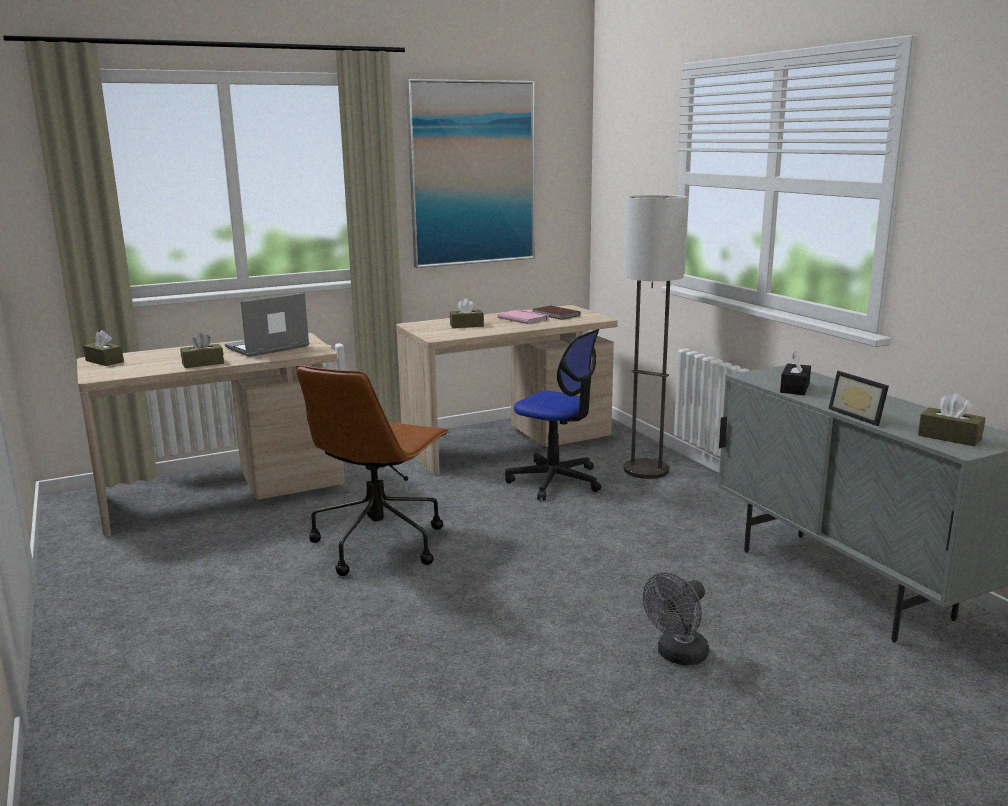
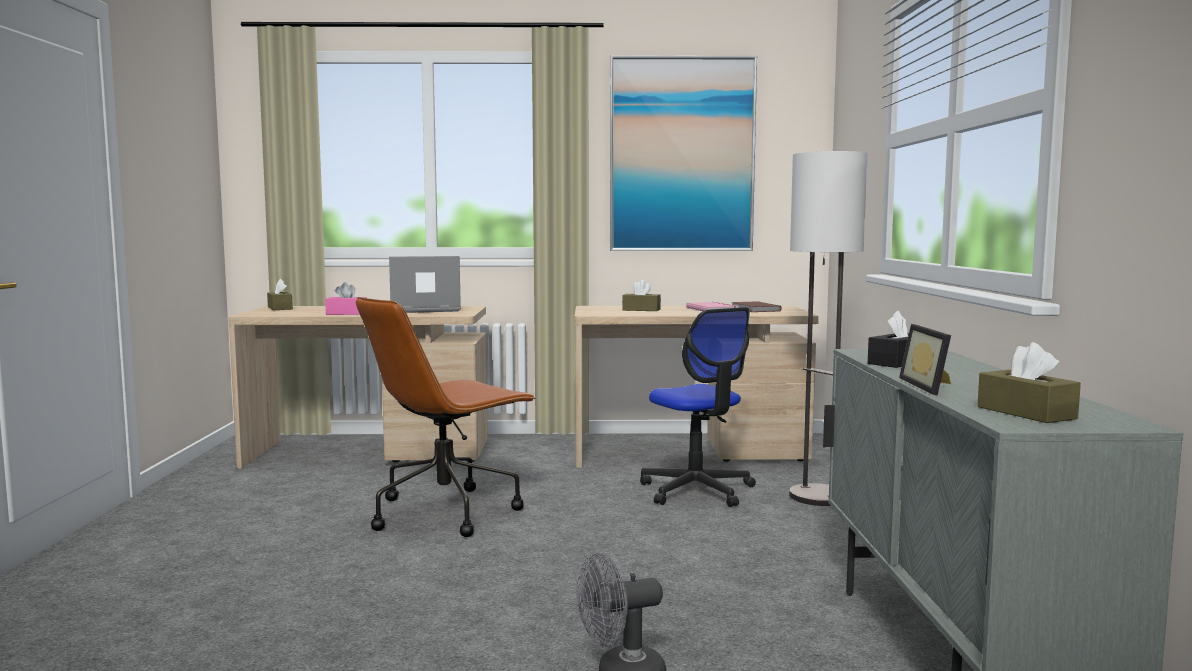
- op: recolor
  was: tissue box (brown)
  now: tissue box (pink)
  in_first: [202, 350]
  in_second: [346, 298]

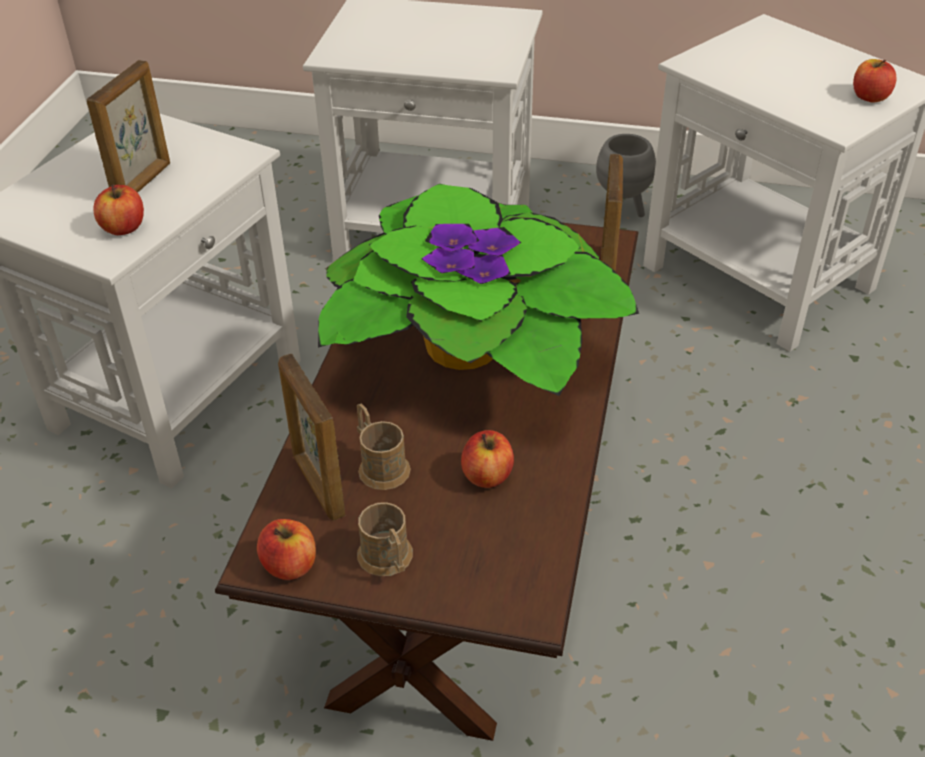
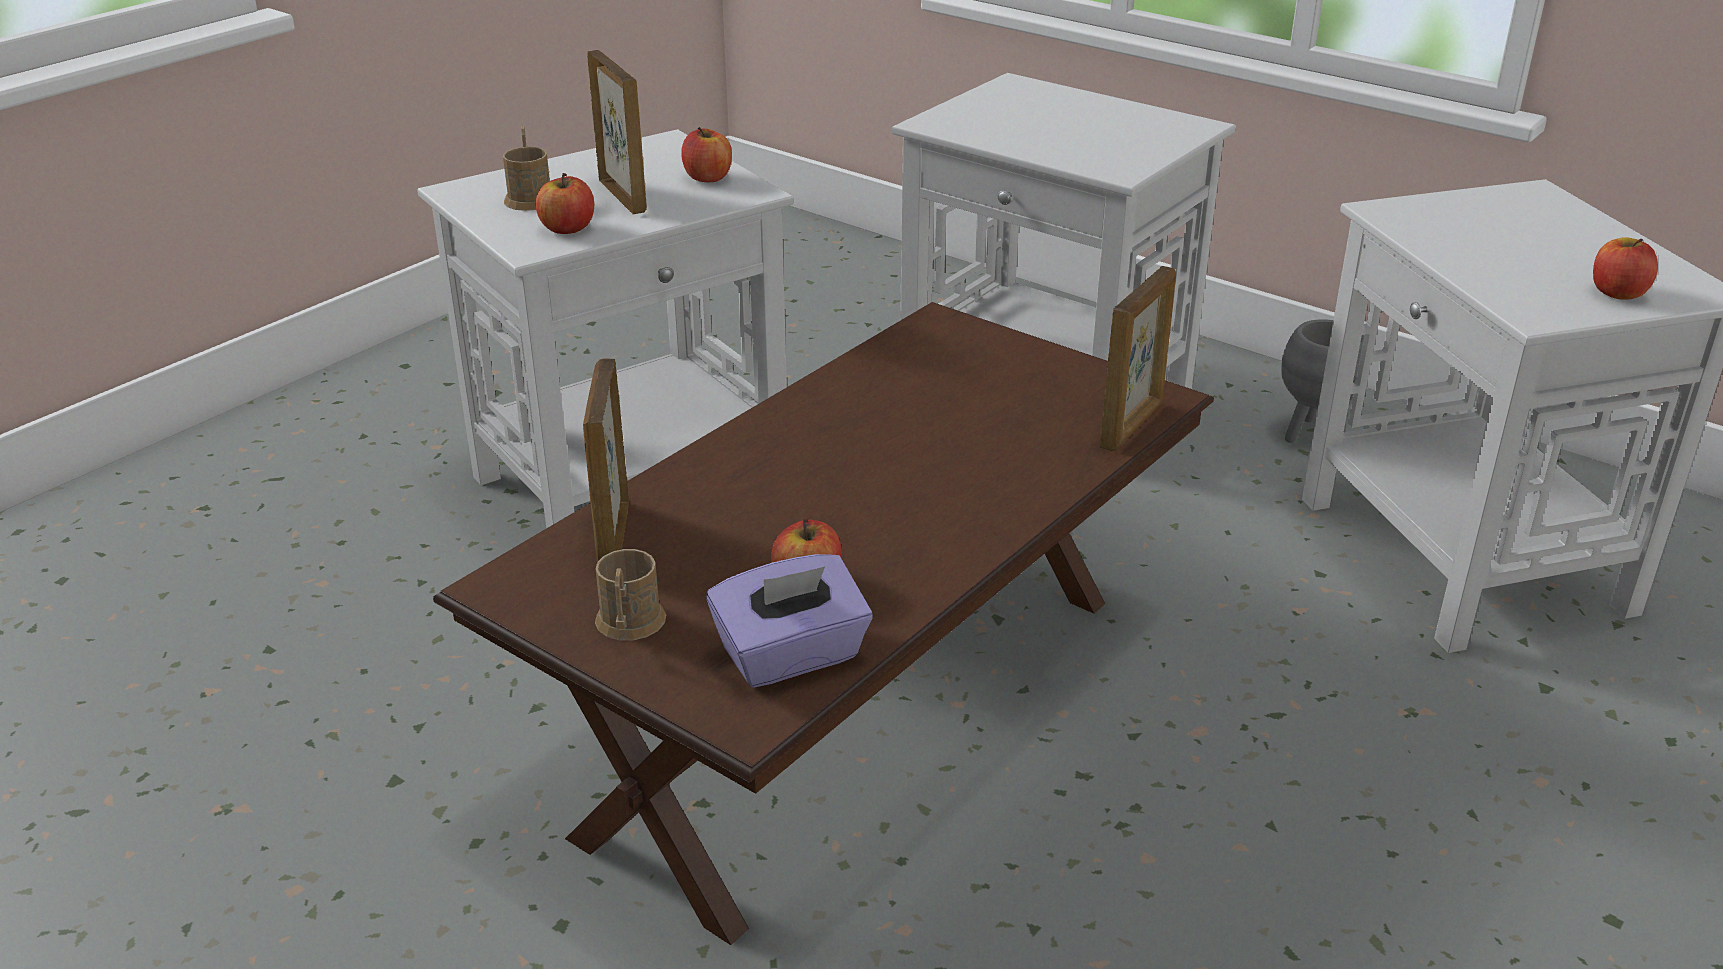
- op: move
  was: mug (brown)
  in_first: [384, 446]
  in_second: [526, 168]
- op: rotate
  was: picture frame
  in_first: [128, 126]
  in_second: [617, 132]
  clockwise: -75
- op: move
  was: apple
  in_first: [286, 549]
  in_second: [706, 154]
- op: insert
  now: tissue box (purple)
  in_second: [789, 620]
- op: delete
  was: potted plant
  in_first: [478, 290]

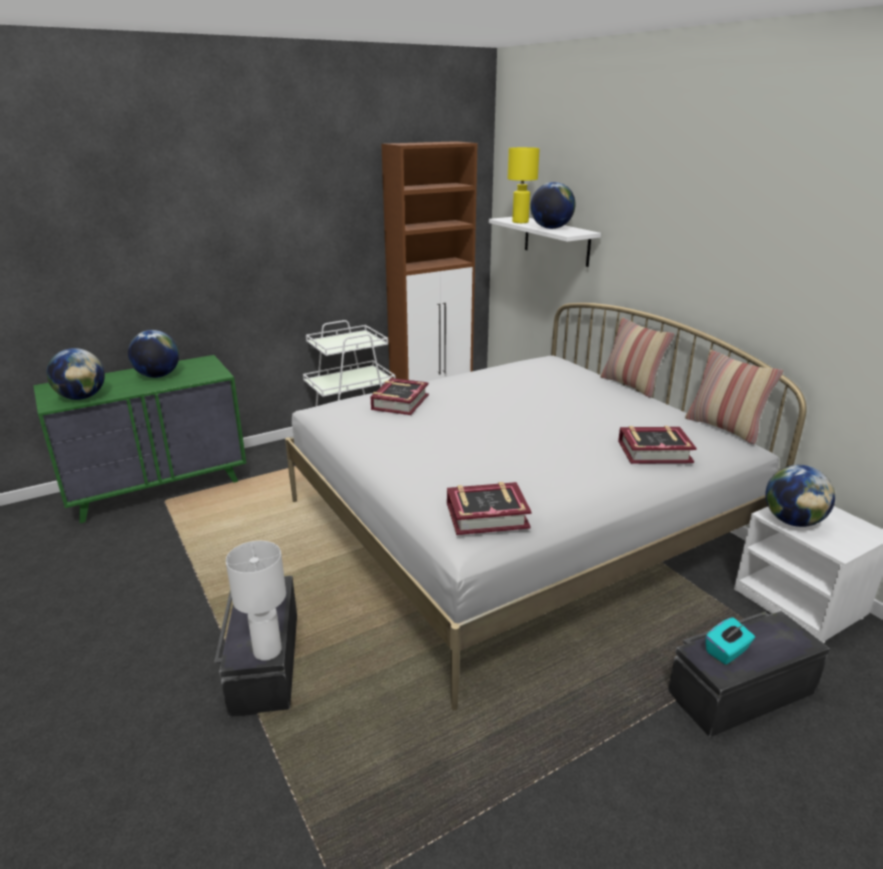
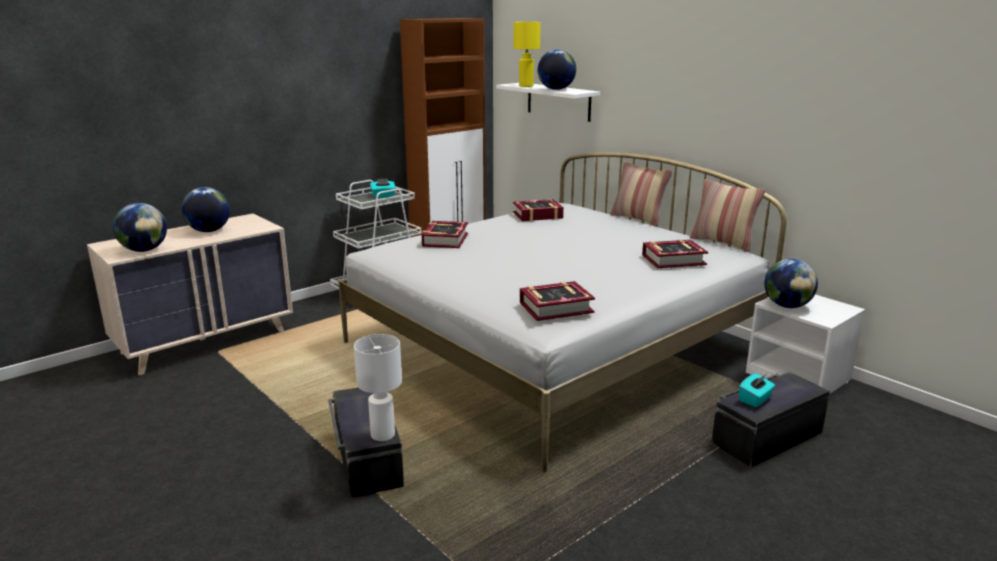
- op: recolor
  was: dresser (green)
  now: dresser (beige)
  in_first: [139, 439]
  in_second: [190, 294]
- op: insert
  now: tissue box (turquoise)
  in_second: [383, 188]
- op: insert
  now: book
  in_second: [538, 210]

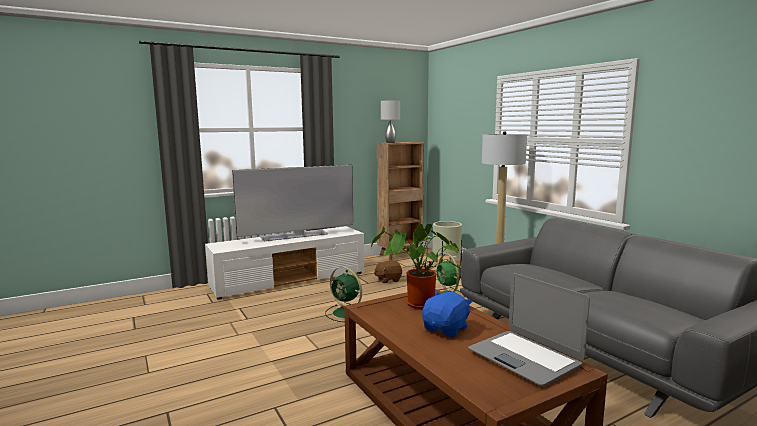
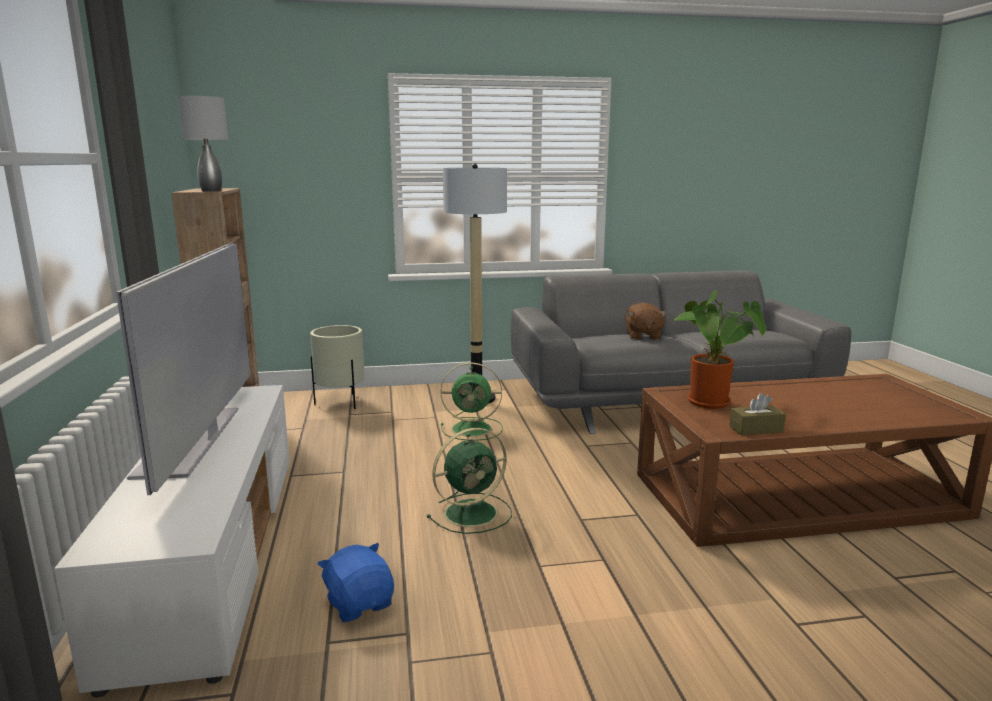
- op: move
  was: plush toy (blue)
  in_first: [447, 315]
  in_second: [356, 582]
- op: move
  was: plush toy (brown)
  in_first: [388, 272]
  in_second: [646, 321]
- op: insert
  now: tissue box (brown)
  in_second: [757, 414]
- op: delete
  was: laptop
  in_first: [529, 329]

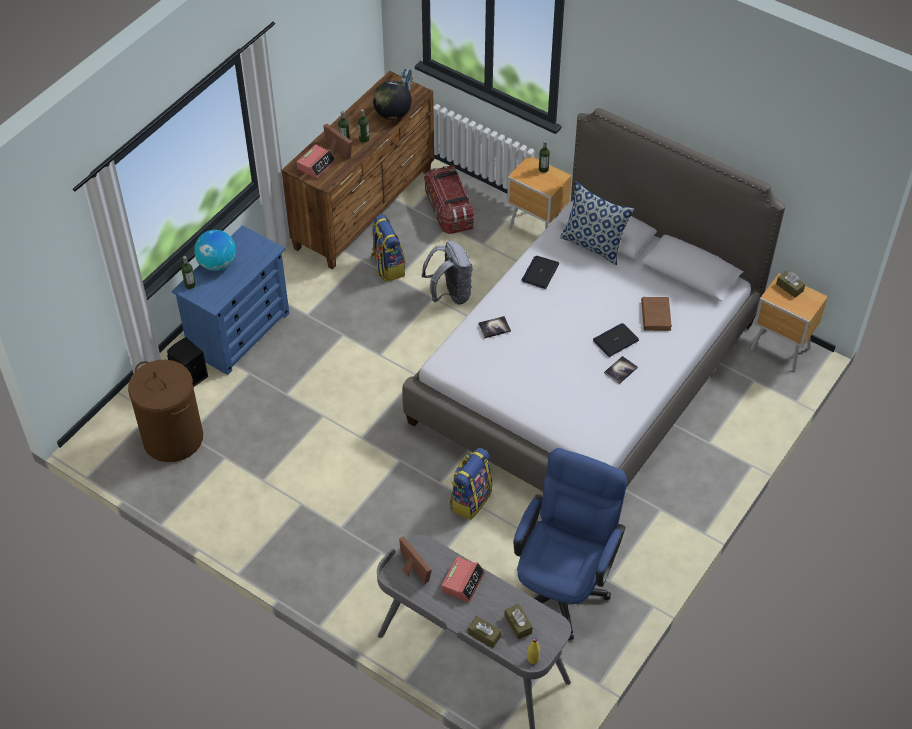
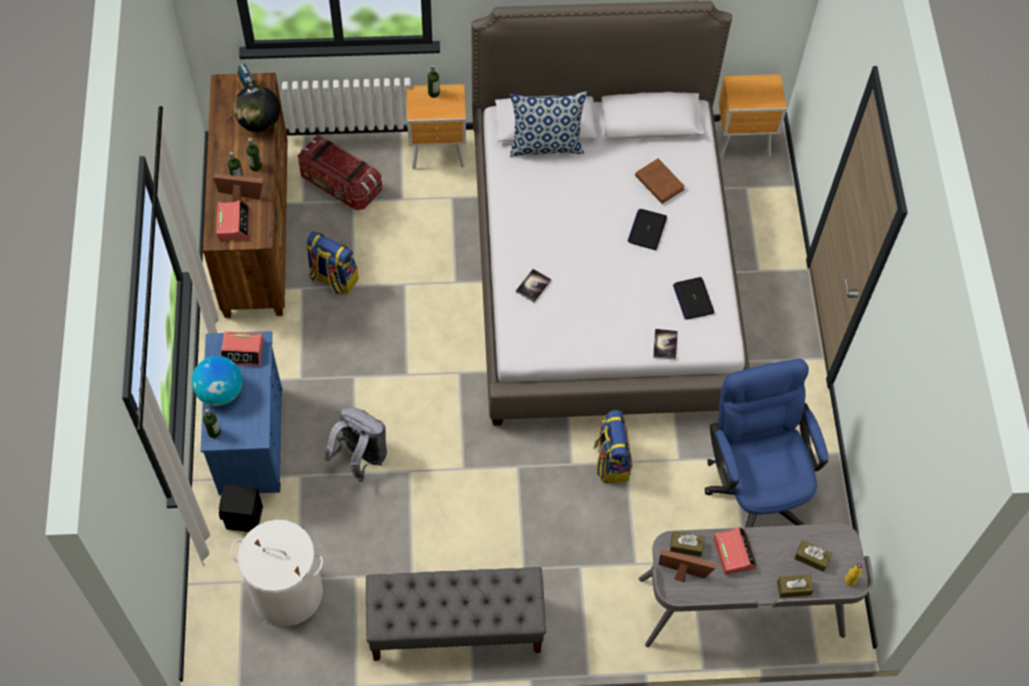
- op: insert
  now: alarm clock
  in_second: [242, 349]
- op: recolor
  was: laundry basket (brown)
  now: laundry basket (white)
  in_first: [165, 411]
  in_second: [277, 573]
- op: move
  was: backpack (grey)
  in_first: [447, 272]
  in_second: [355, 444]
- op: insert
  now: bench (grey)
  in_second: [456, 614]
- op: move
  was: book
  in_first: [621, 370]
  in_second: [665, 344]
- op: move
  was: tissue box (brown)
  in_first: [790, 284]
  in_second: [687, 544]
- op: move
  was: laptop
  in_first: [540, 272]
  in_second: [693, 298]

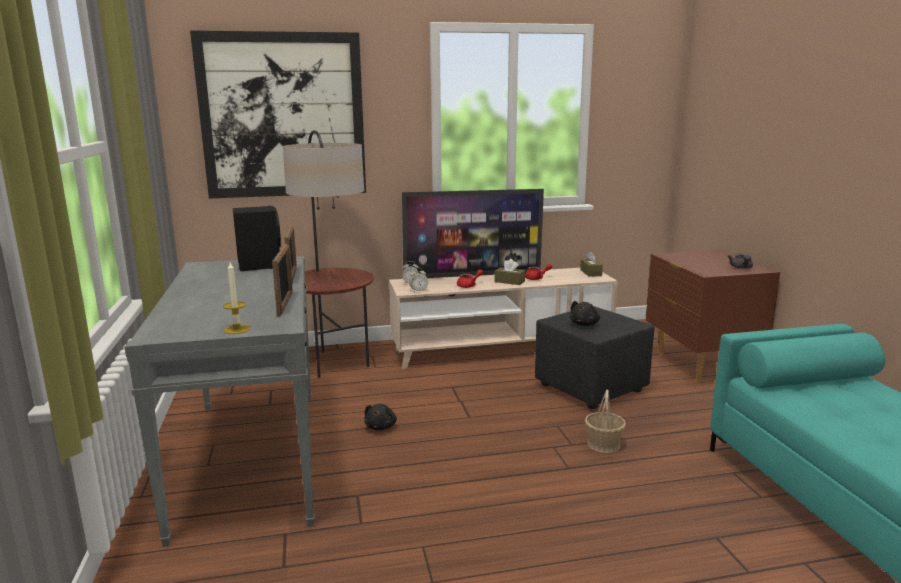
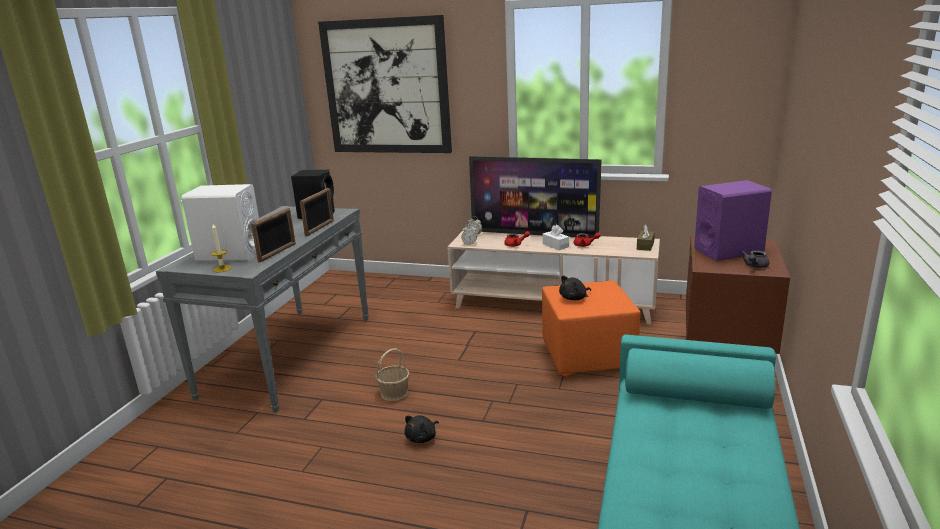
- op: insert
  now: speaker (white)
  in_second: [220, 223]
- op: move
  was: basket
  in_first: [605, 421]
  in_second: [393, 375]
- op: move
  was: plush toy (black)
  in_first: [380, 417]
  in_second: [421, 429]
- op: recolor
  was: ottoman (black)
  now: ottoman (orange)
  in_first: [595, 357]
  in_second: [591, 329]
- op: recolor
  was: tissue box (brown)
  now: tissue box (white)
  in_first: [510, 272]
  in_second: [556, 237]
- op: insert
  now: speaker (purple)
  in_second: [733, 220]
- op: delete
  was: floor lamp
  in_first: [328, 254]

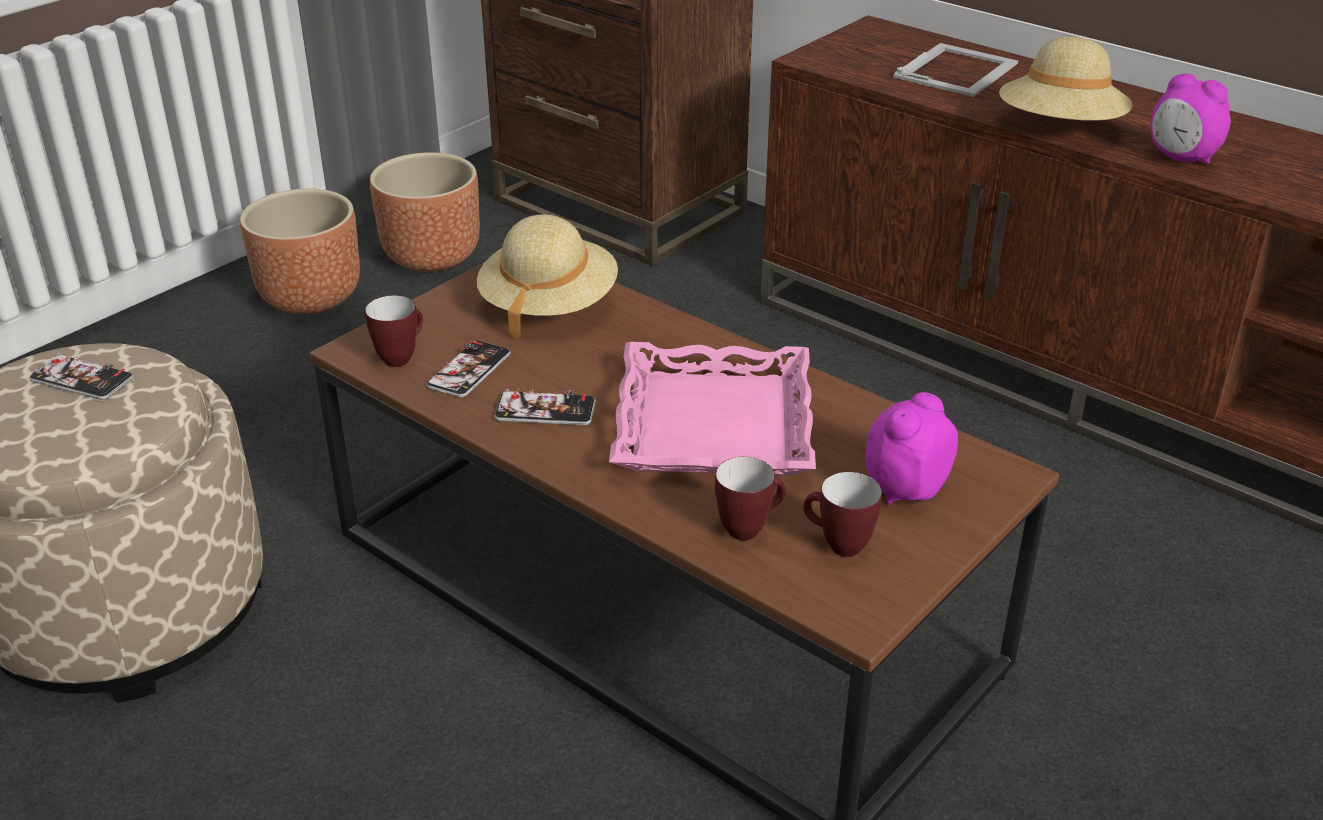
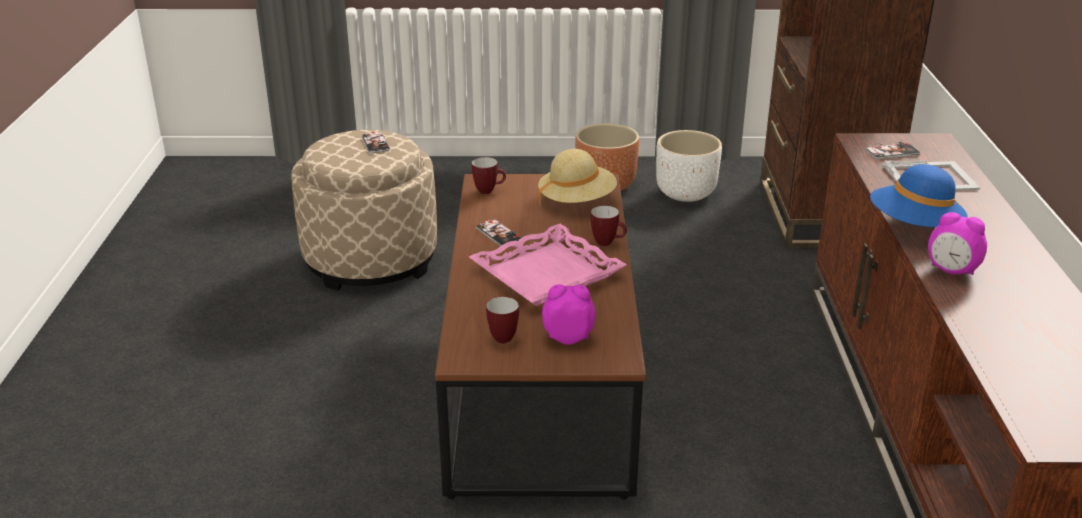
- op: move
  was: mug
  in_first: [750, 499]
  in_second: [609, 226]
- op: recolor
  was: planter (brown)
  now: planter (white)
  in_first: [425, 212]
  in_second: [689, 166]
- op: move
  was: phone
  in_first: [468, 369]
  in_second: [893, 150]
- op: recolor
  was: hat (beige)
  now: hat (blue)
  in_first: [1066, 79]
  in_second: [919, 195]
- op: rotate
  was: alarm clock
  in_first: [1190, 119]
  in_second: [957, 243]
  clockwise: -60

